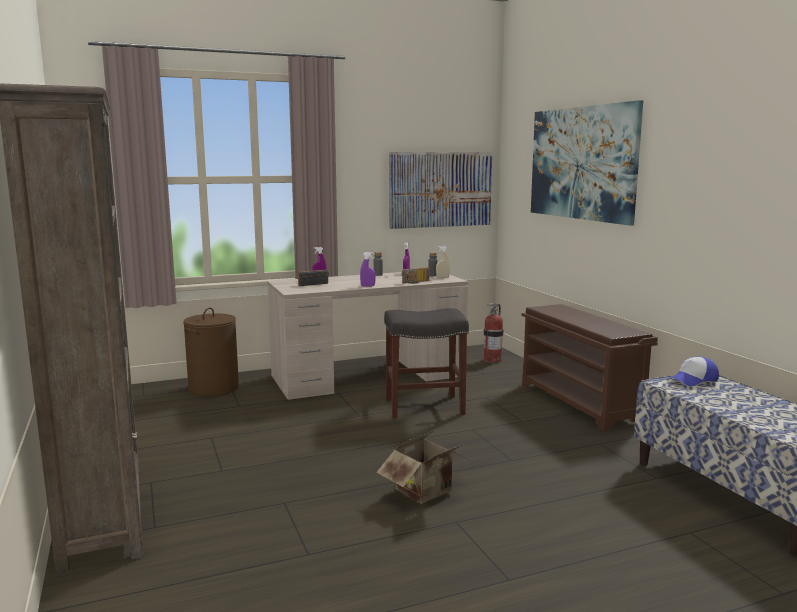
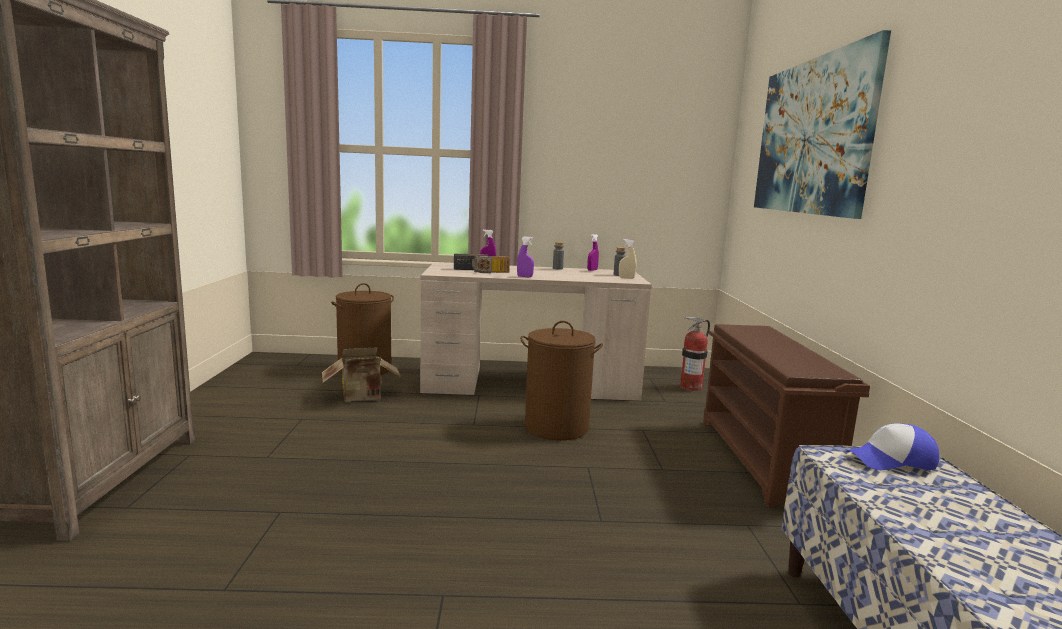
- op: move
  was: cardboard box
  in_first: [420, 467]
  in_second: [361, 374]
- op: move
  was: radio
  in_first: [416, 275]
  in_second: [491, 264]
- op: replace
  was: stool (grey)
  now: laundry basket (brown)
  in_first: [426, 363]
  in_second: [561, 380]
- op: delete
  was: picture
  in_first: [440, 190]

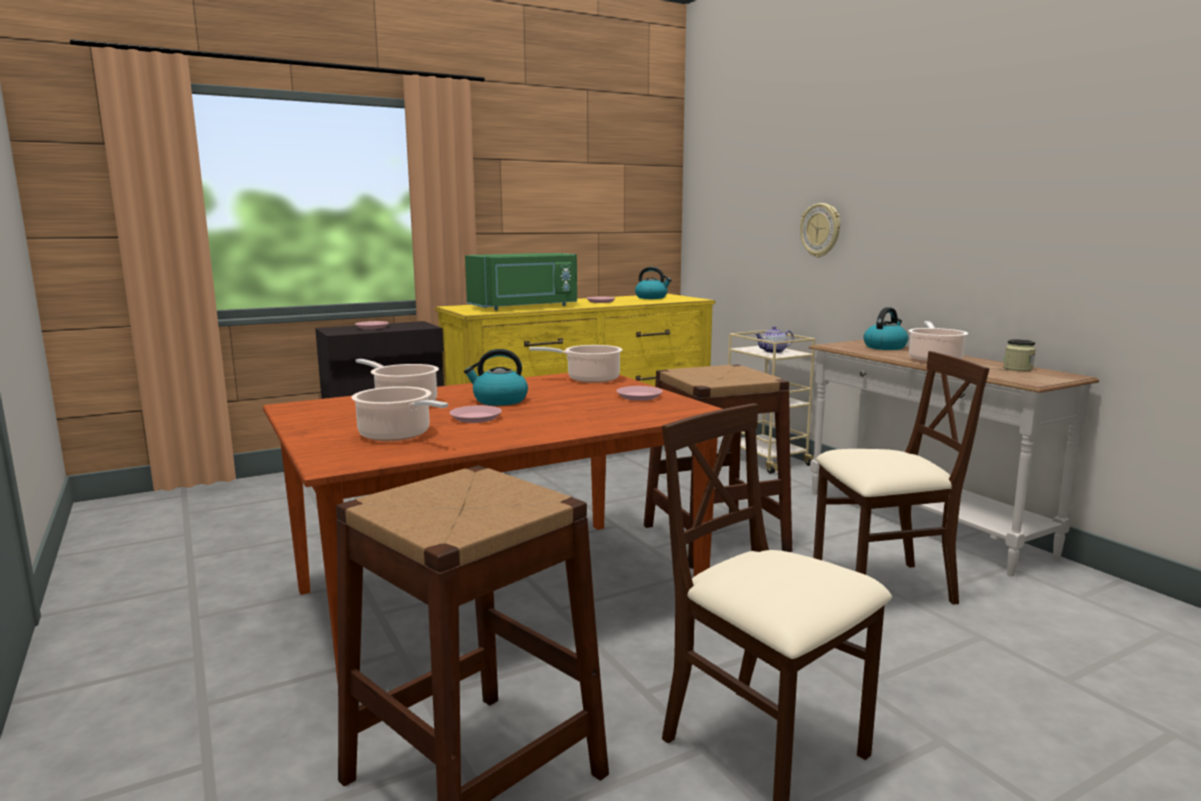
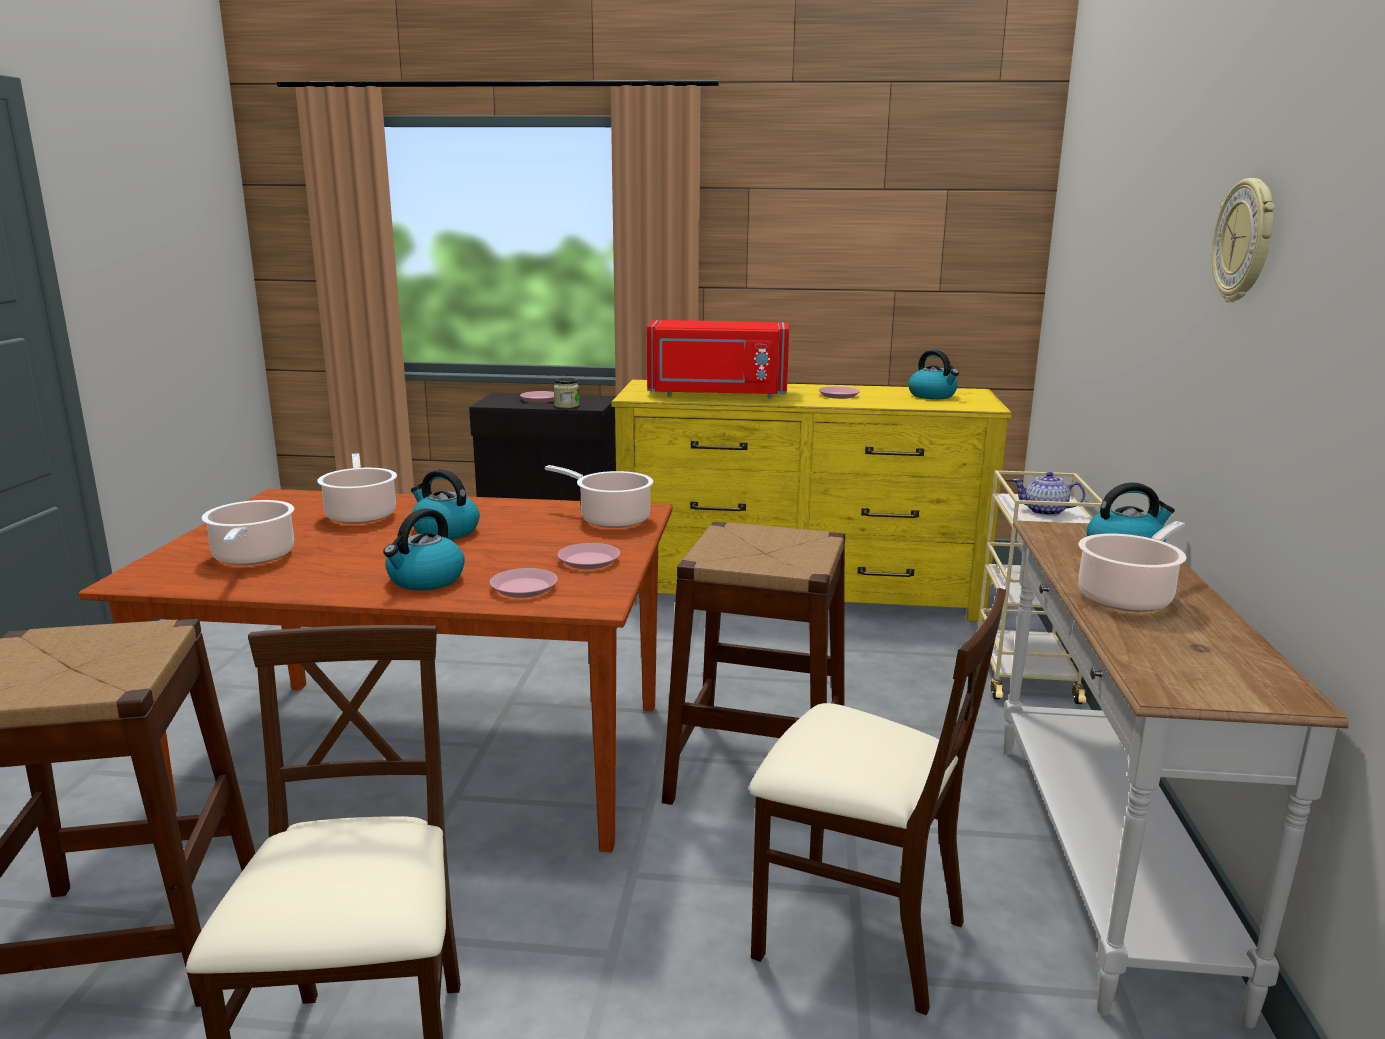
- op: insert
  now: kettle
  in_second: [424, 549]
- op: move
  was: plate (pink)
  in_first: [476, 414]
  in_second: [524, 583]
- op: move
  was: jar
  in_first: [1020, 355]
  in_second: [566, 393]
- op: recolor
  was: microwave (green)
  now: microwave (red)
  in_first: [521, 281]
  in_second: [718, 359]
- op: move
  was: wall clock
  in_first: [820, 230]
  in_second: [1243, 240]

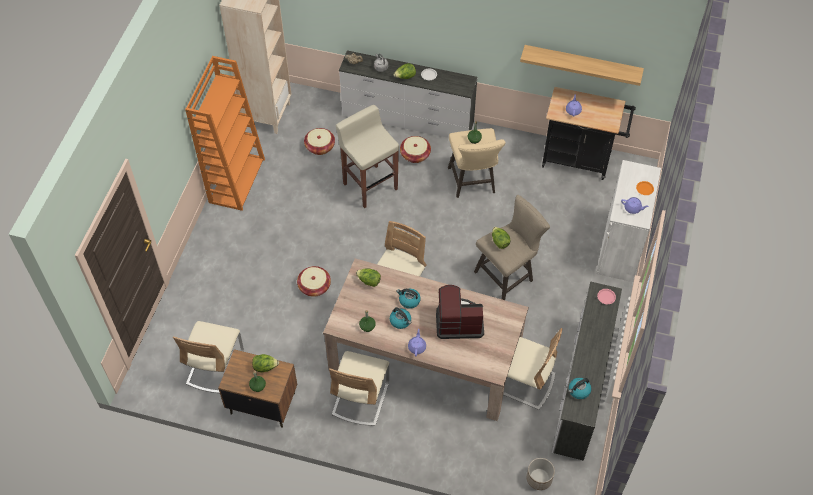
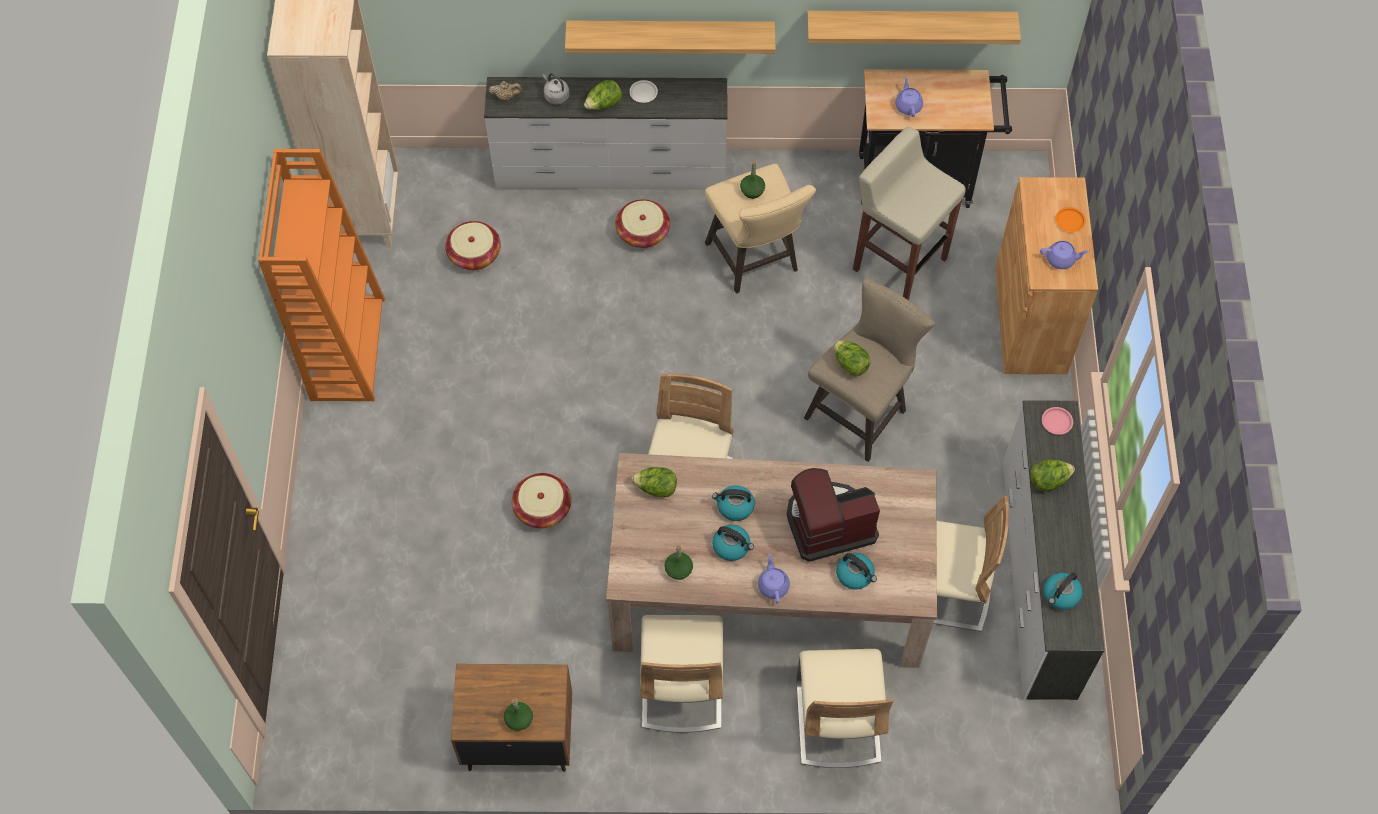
- op: insert
  now: shelf
  in_second: [670, 37]
- op: move
  was: chair (beige)
  in_first: [208, 357]
  in_second: [845, 708]
- op: insert
  now: kettle
  in_second: [856, 571]
- op: move
  was: stool (beige)
  in_first: [367, 156]
  in_second: [909, 213]
- op: recolor
  was: cabinet (white)
  now: cabinet (brown)
  in_first: [628, 221]
  in_second: [1046, 275]
- op: move
  was: lettuce
  in_first: [265, 363]
  in_second: [1052, 475]
- op: delete
  was: planter
  in_first: [540, 474]

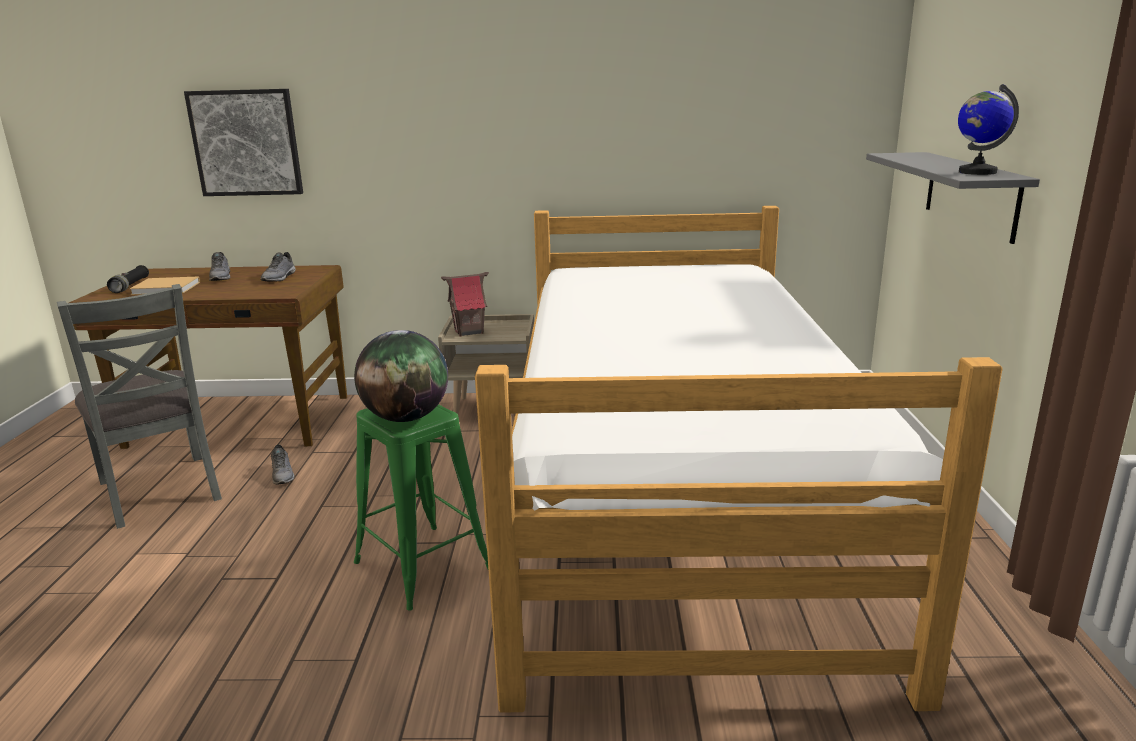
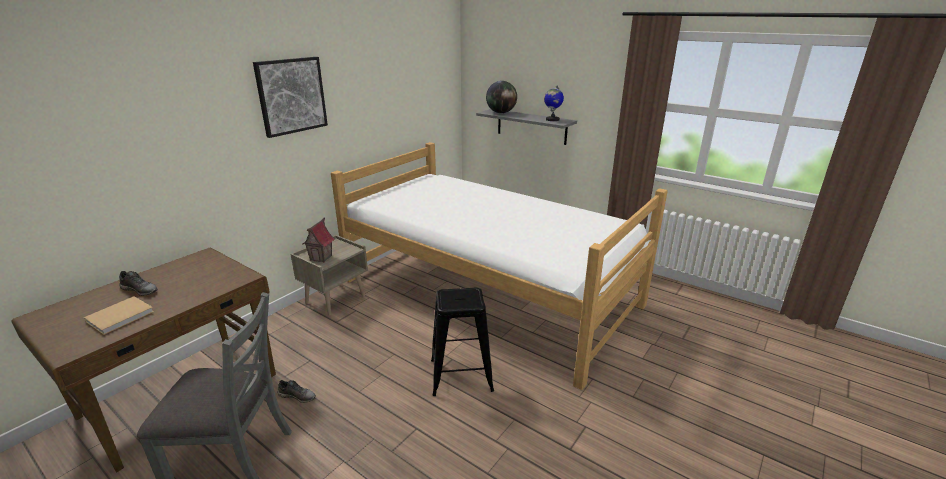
- op: move
  was: picture
  in_first: [243, 142]
  in_second: [290, 97]
- op: recolor
  was: stool (green)
  now: stool (black)
  in_first: [421, 507]
  in_second: [462, 341]
- op: move
  was: globe
  in_first: [401, 376]
  in_second: [501, 97]
- op: delete
  was: flashlight (black)
  in_first: [128, 279]
- op: delete
  was: shoe (grey)
  in_first: [278, 267]

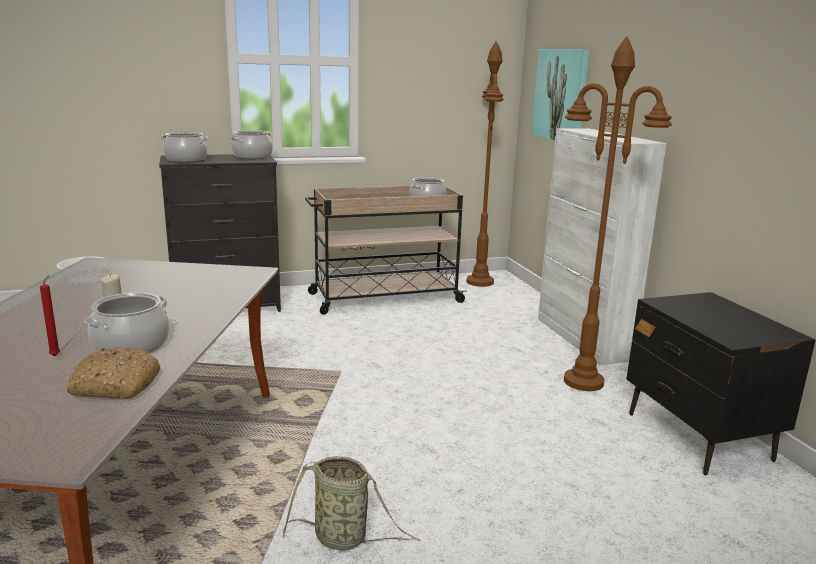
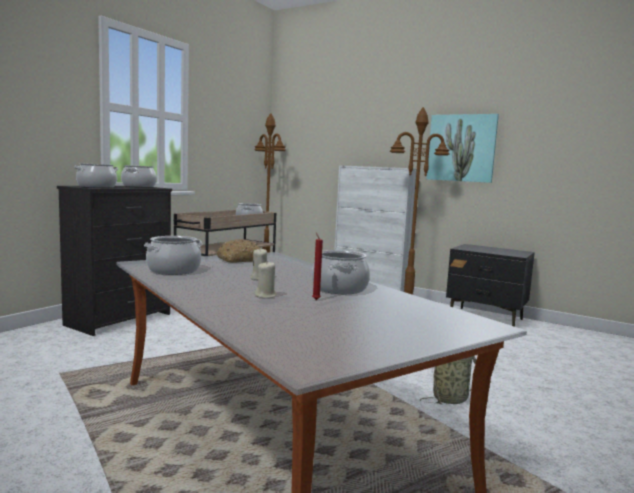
- op: replace
  was: bowl
  now: cooking pot
  in_first: [82, 271]
  in_second: [173, 255]
- op: move
  was: bread
  in_first: [114, 372]
  in_second: [239, 251]
- op: insert
  now: candle (beige)
  in_second: [266, 280]
- op: move
  was: picture
  in_first: [560, 94]
  in_second: [462, 148]

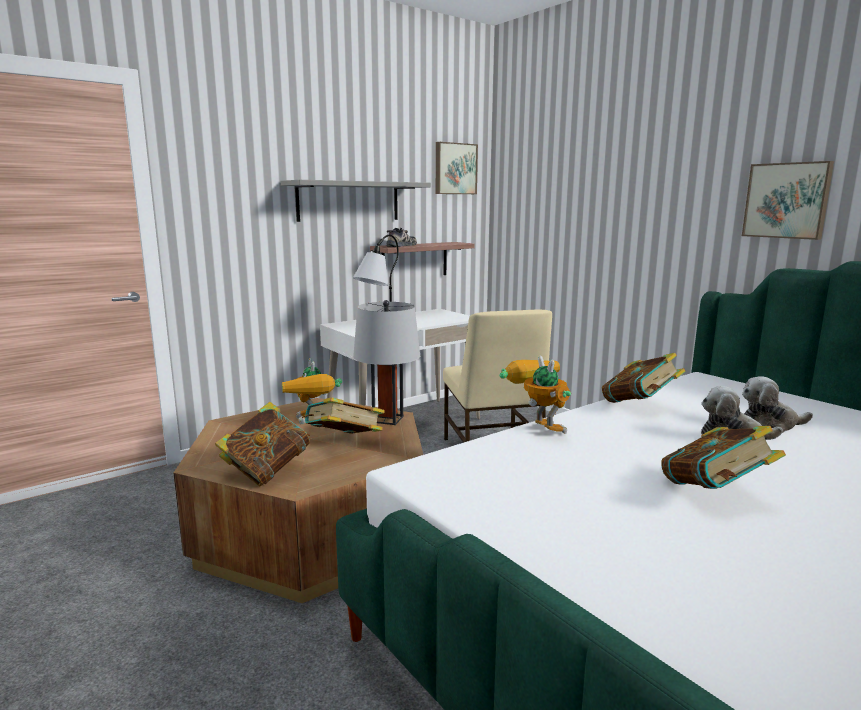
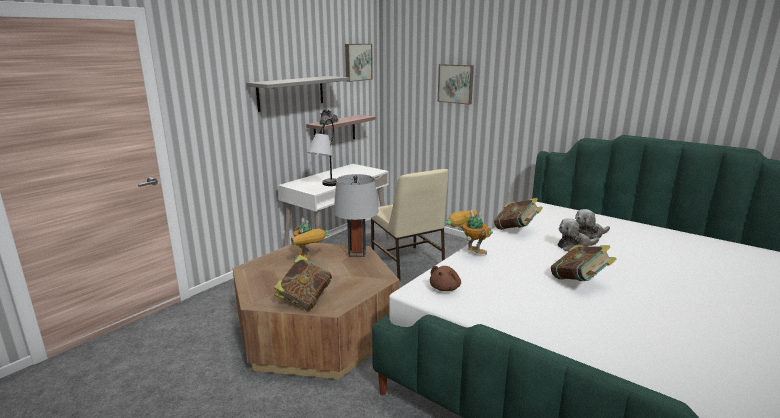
- op: insert
  now: plush toy (brown)
  in_second: [445, 278]
- op: move
  was: picture
  in_first: [788, 200]
  in_second: [456, 84]
- op: delete
  was: book
  in_first: [343, 415]

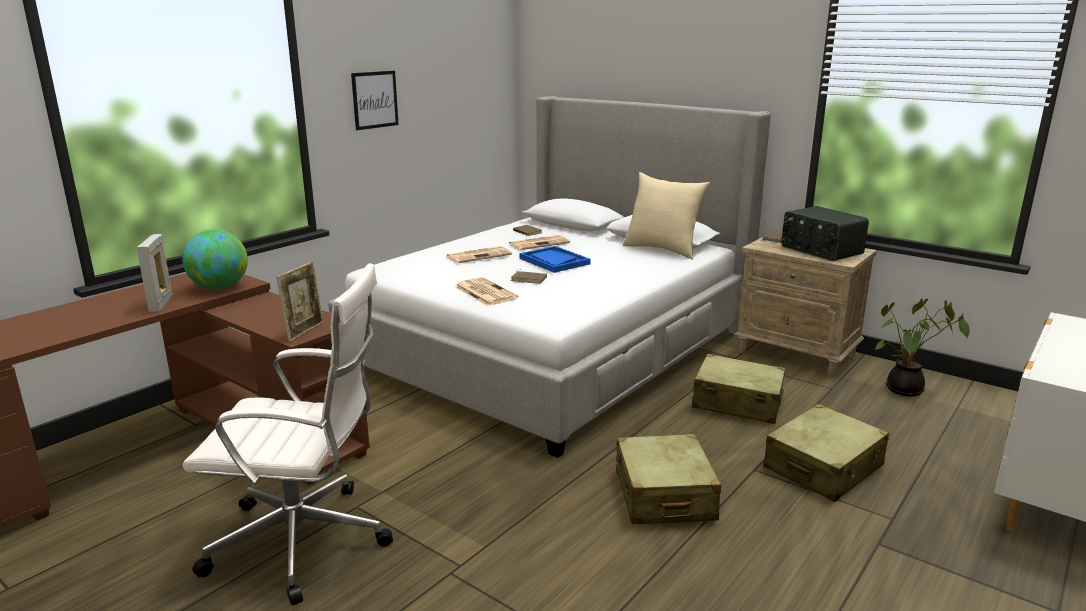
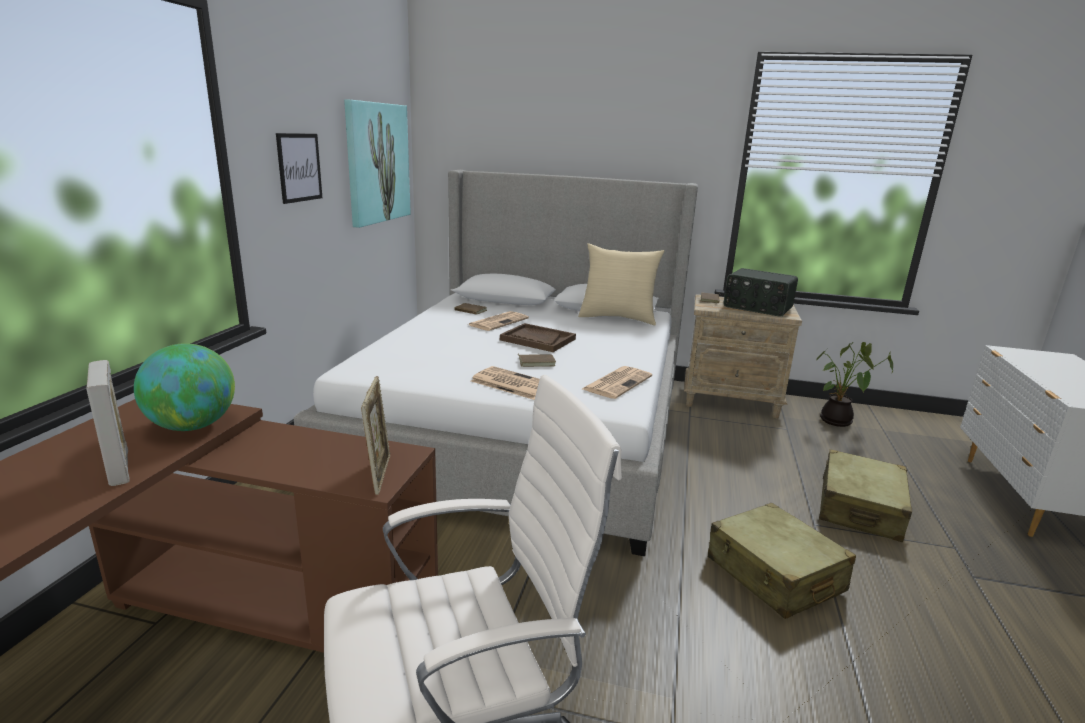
- op: insert
  now: picture
  in_second: [377, 164]
- op: recolor
  was: tray (blue)
  now: tray (brown)
  in_first: [555, 259]
  in_second: [538, 337]
- op: move
  was: newspaper
  in_first: [479, 254]
  in_second: [617, 382]
- op: delete
  was: suitcase (beige)
  in_first: [739, 388]

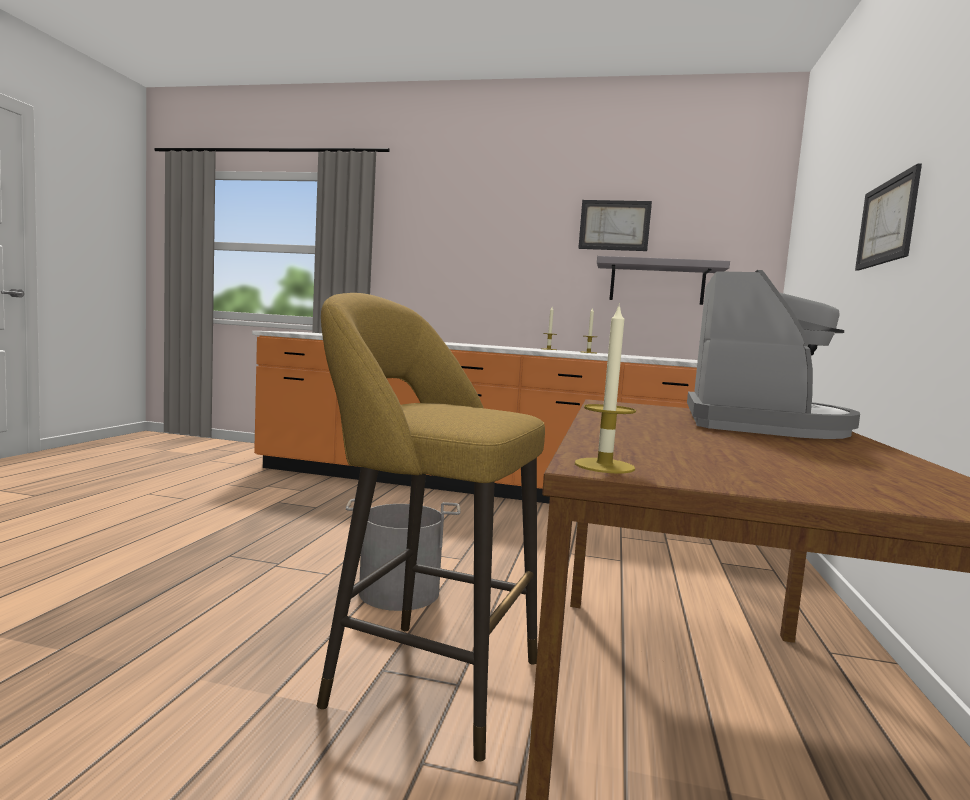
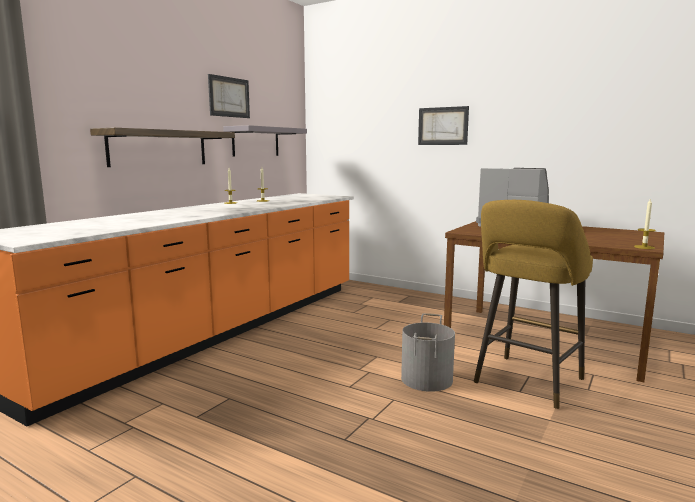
- op: insert
  now: shelf
  in_second: [162, 147]

